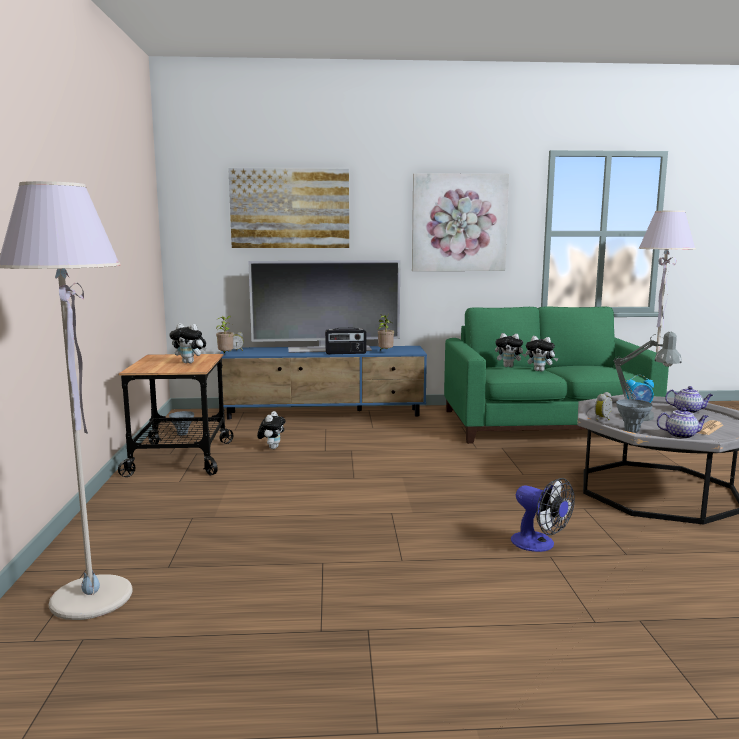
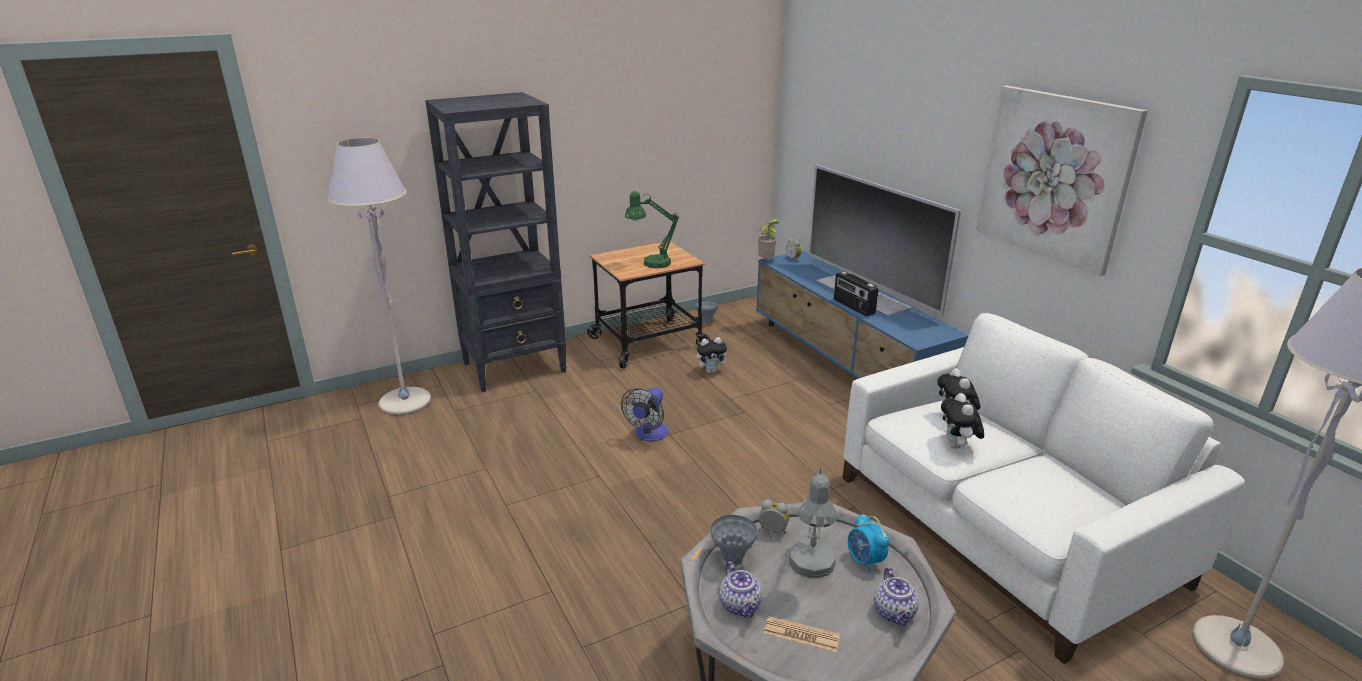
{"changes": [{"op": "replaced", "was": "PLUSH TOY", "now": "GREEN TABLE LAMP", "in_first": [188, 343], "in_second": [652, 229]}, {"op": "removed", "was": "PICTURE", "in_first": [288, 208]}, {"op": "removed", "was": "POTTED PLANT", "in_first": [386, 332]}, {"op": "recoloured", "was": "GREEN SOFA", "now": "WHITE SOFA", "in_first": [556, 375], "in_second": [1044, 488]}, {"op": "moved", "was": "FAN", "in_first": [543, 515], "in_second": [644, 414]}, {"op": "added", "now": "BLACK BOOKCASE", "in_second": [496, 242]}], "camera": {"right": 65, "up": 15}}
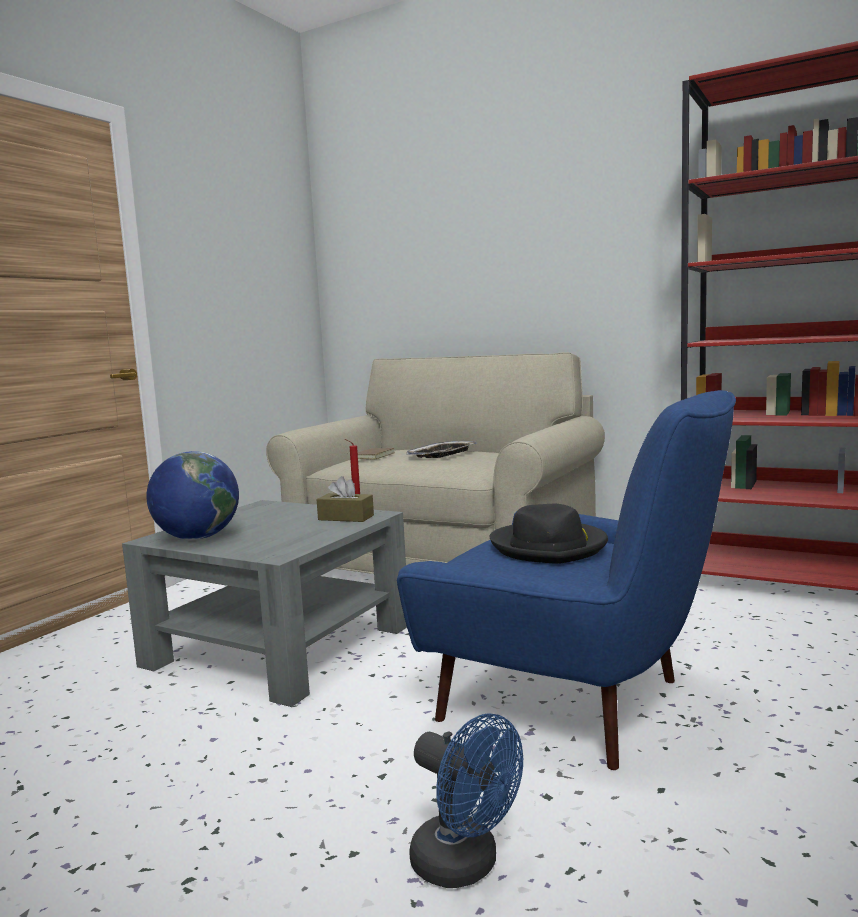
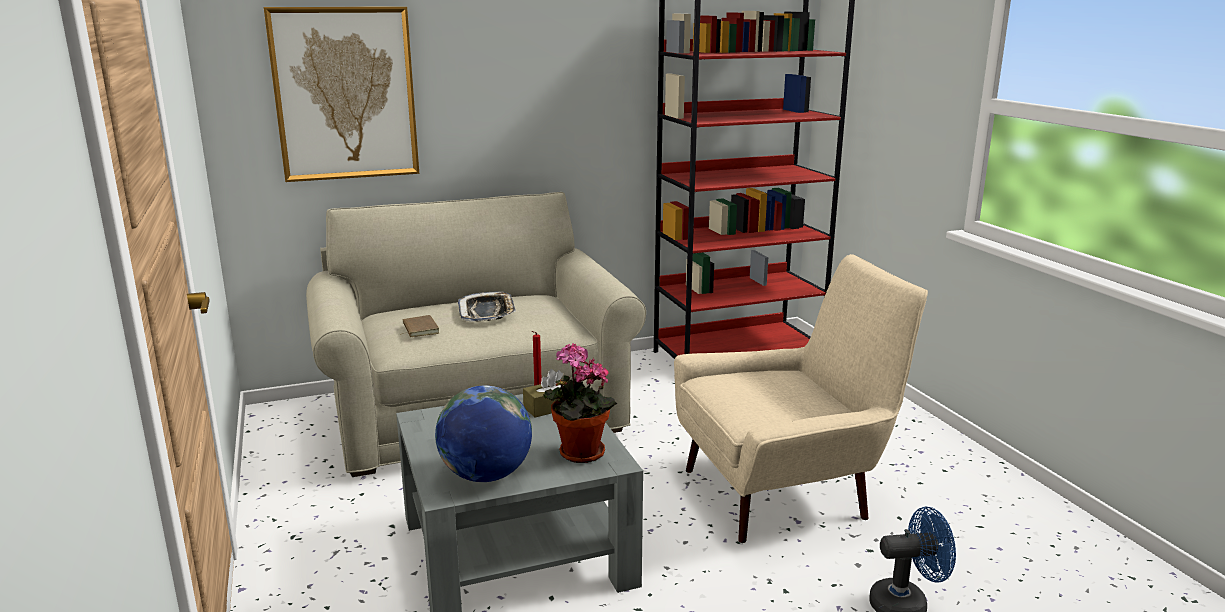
{"changes": [{"op": "recoloured", "was": "BLUE ARMCHAIR", "now": "BEIGE ARMCHAIR", "in_first": [566, 580], "in_second": [801, 398]}, {"op": "removed", "was": "BLACK HAT", "in_first": [549, 534]}, {"op": "added", "now": "PICTURE", "in_second": [341, 94]}, {"op": "added", "now": "POTTED PLANT", "in_second": [580, 403]}], "camera": {"right": -50, "up": 10}}
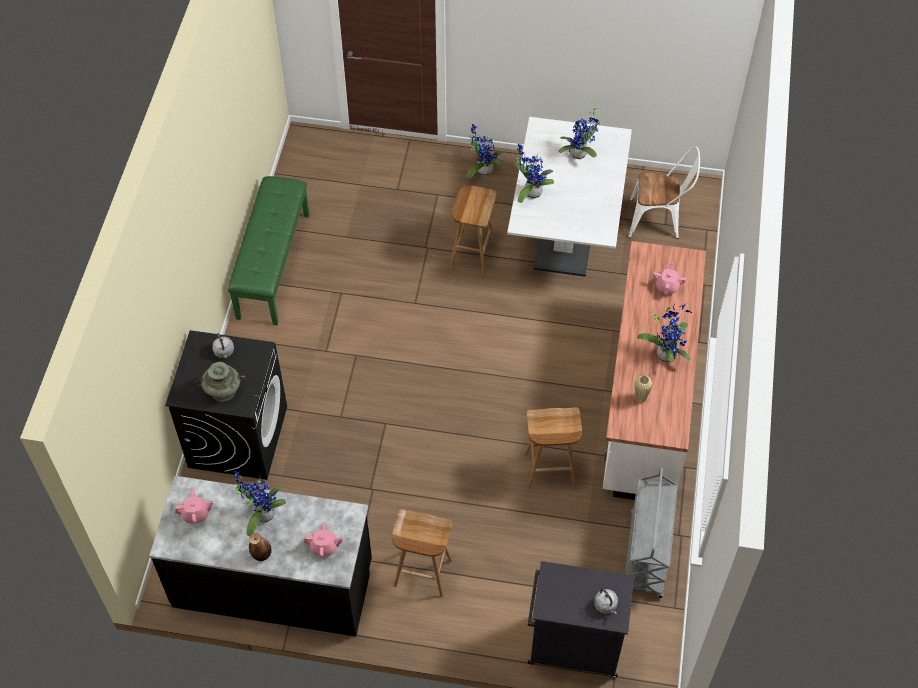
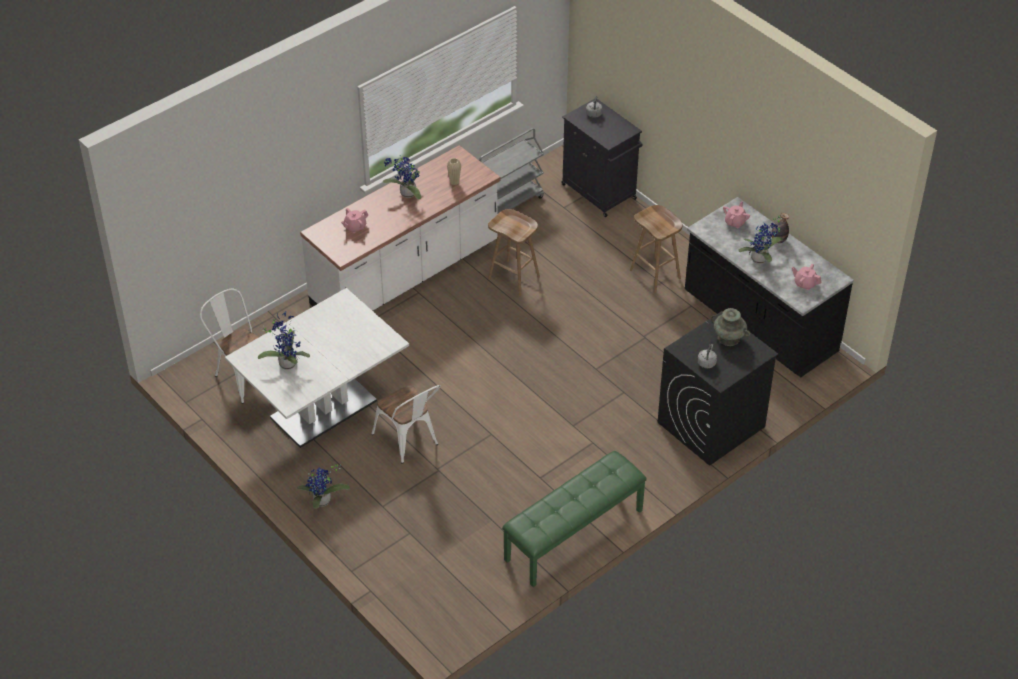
{"changes": [{"op": "turned", "was": "PINK TEAPOT", "in_first": [323, 539], "in_second": [736, 214], "clockwise": 75}, {"op": "replaced", "was": "BROWN STOOL", "now": "WHITE CHAIR", "in_first": [473, 230], "in_second": [406, 424]}, {"op": "removed", "was": "POTTED PLANT", "in_first": [534, 173]}], "camera": {"right": -140, "up": -10}}
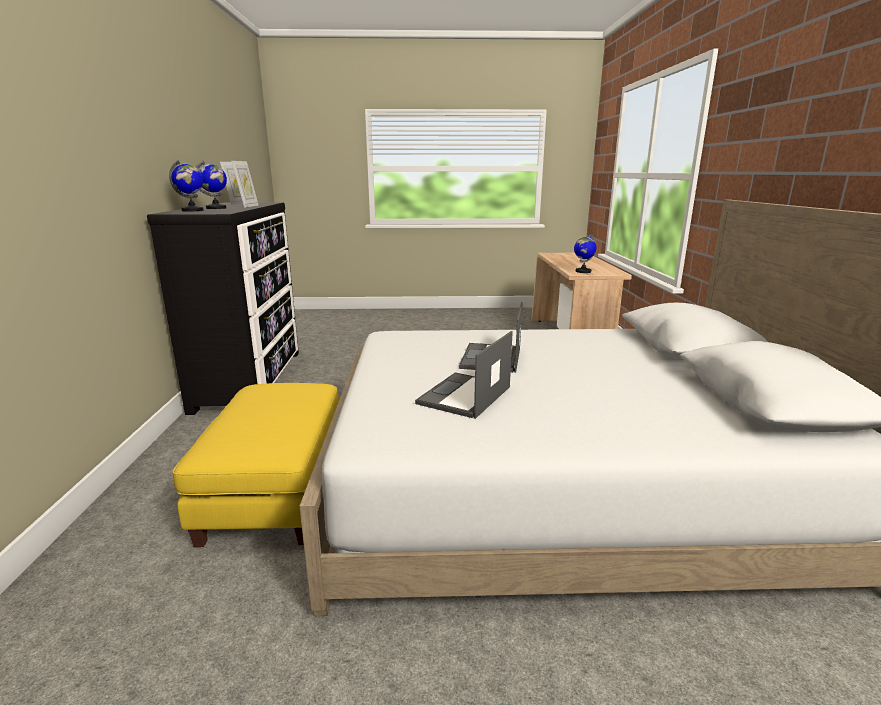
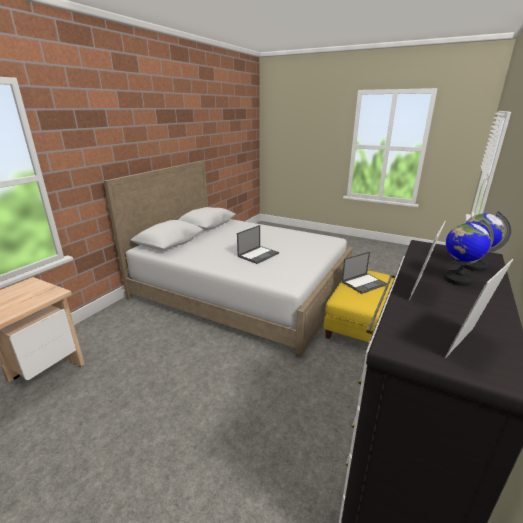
{"changes": [{"op": "moved", "was": "LAPTOP", "in_first": [464, 375], "in_second": [364, 273]}, {"op": "removed", "was": "GLOBE", "in_first": [585, 253]}], "camera": {"right": -150, "up": 5}}
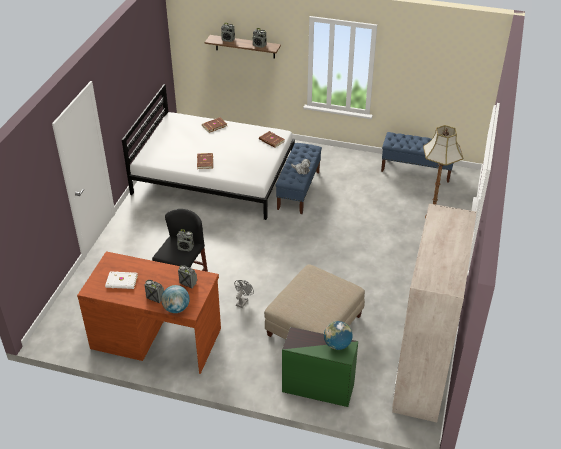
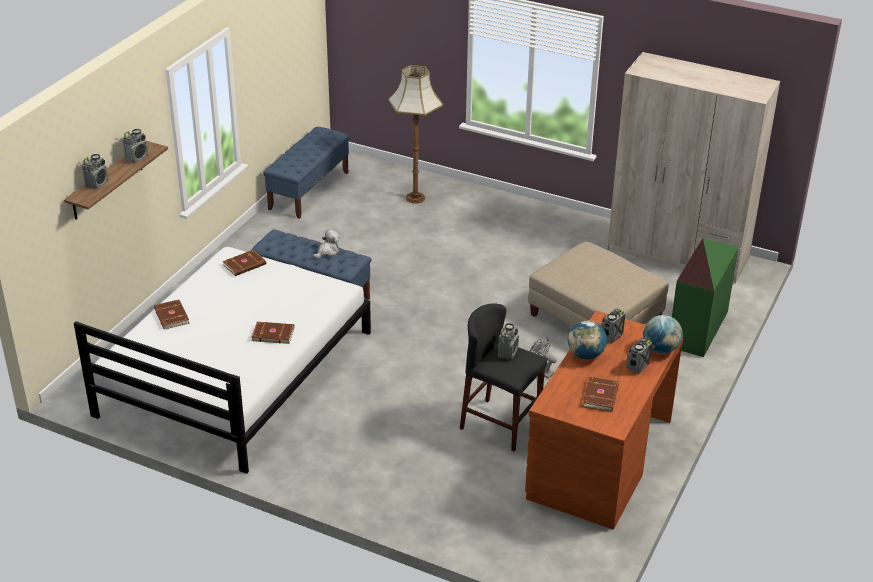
{"changes": [{"op": "recoloured", "was": "WHITE BOOK", "now": "BROWN BOOK", "in_first": [121, 280], "in_second": [601, 394]}, {"op": "moved", "was": "GLOBE", "in_first": [338, 335], "in_second": [587, 339]}], "camera": {"right": -80, "up": -5}}
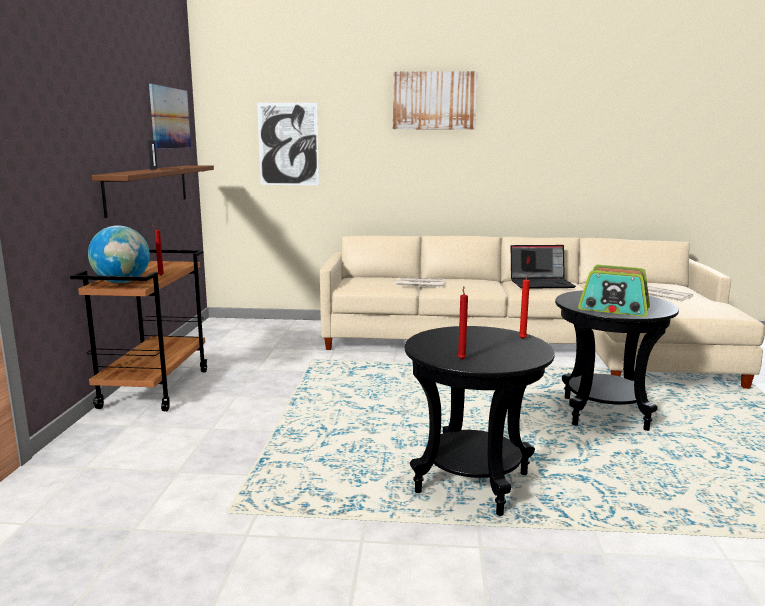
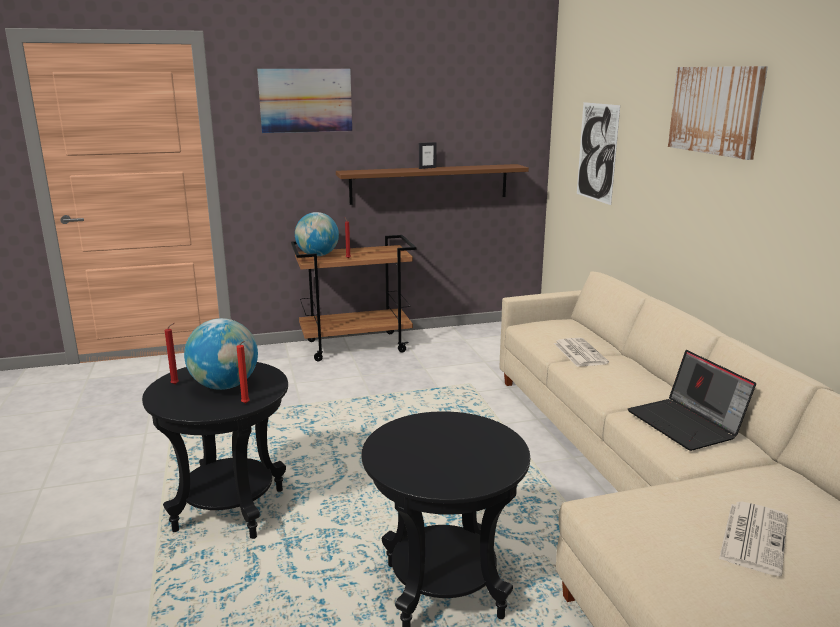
{"changes": [{"op": "moved", "was": "PICTURE", "in_first": [170, 116], "in_second": [304, 101]}, {"op": "removed", "was": "RADIO", "in_first": [614, 290]}, {"op": "added", "now": "GLOBE", "in_second": [221, 354]}], "camera": {"right": 70, "up": 5}}
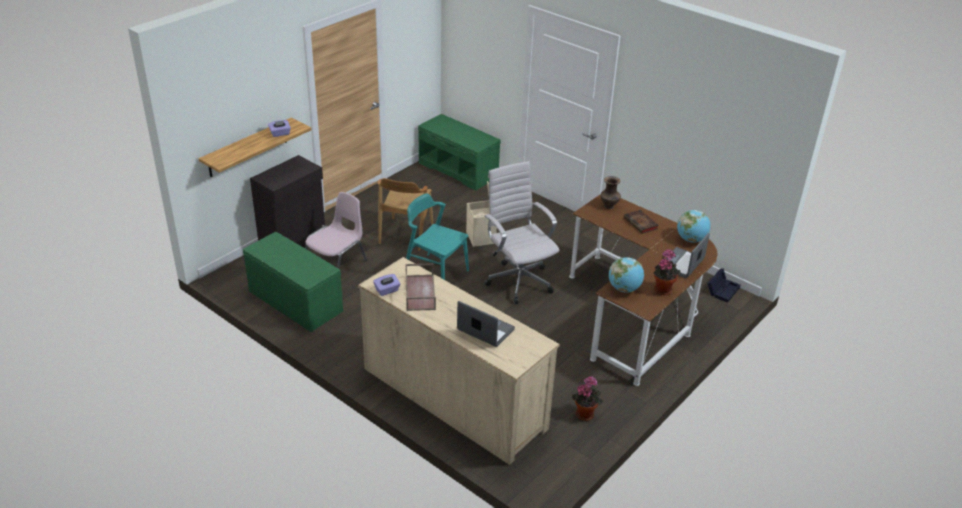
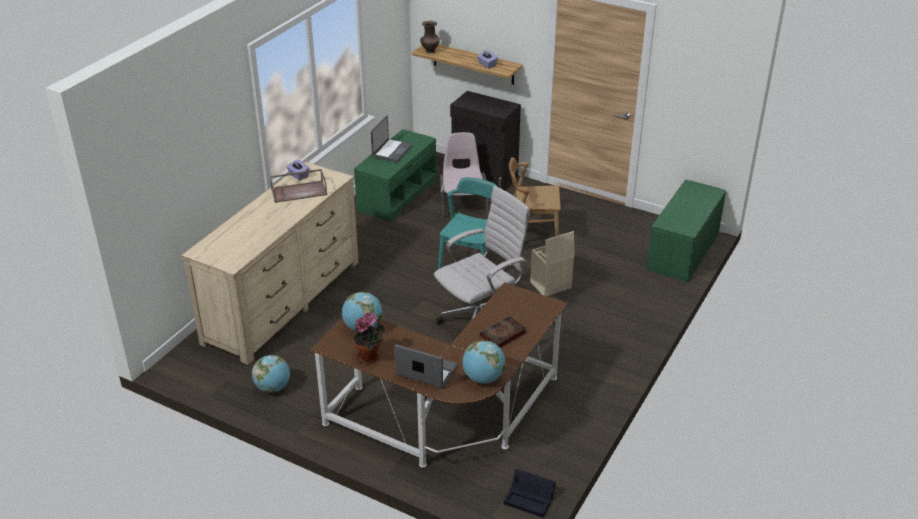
{"changes": [{"op": "turned", "was": "PINK CHAIR", "in_first": [336, 230], "in_second": [464, 176], "clockwise": -120}, {"op": "moved", "was": "LAPTOP", "in_first": [486, 324], "in_second": [392, 138]}, {"op": "replaced", "was": "POTTED PLANT", "now": "GLOBE", "in_first": [587, 398], "in_second": [271, 374]}, {"op": "moved", "was": "BROWN VASE", "in_first": [611, 192], "in_second": [430, 37]}], "camera": {"right": 80, "up": 0}}
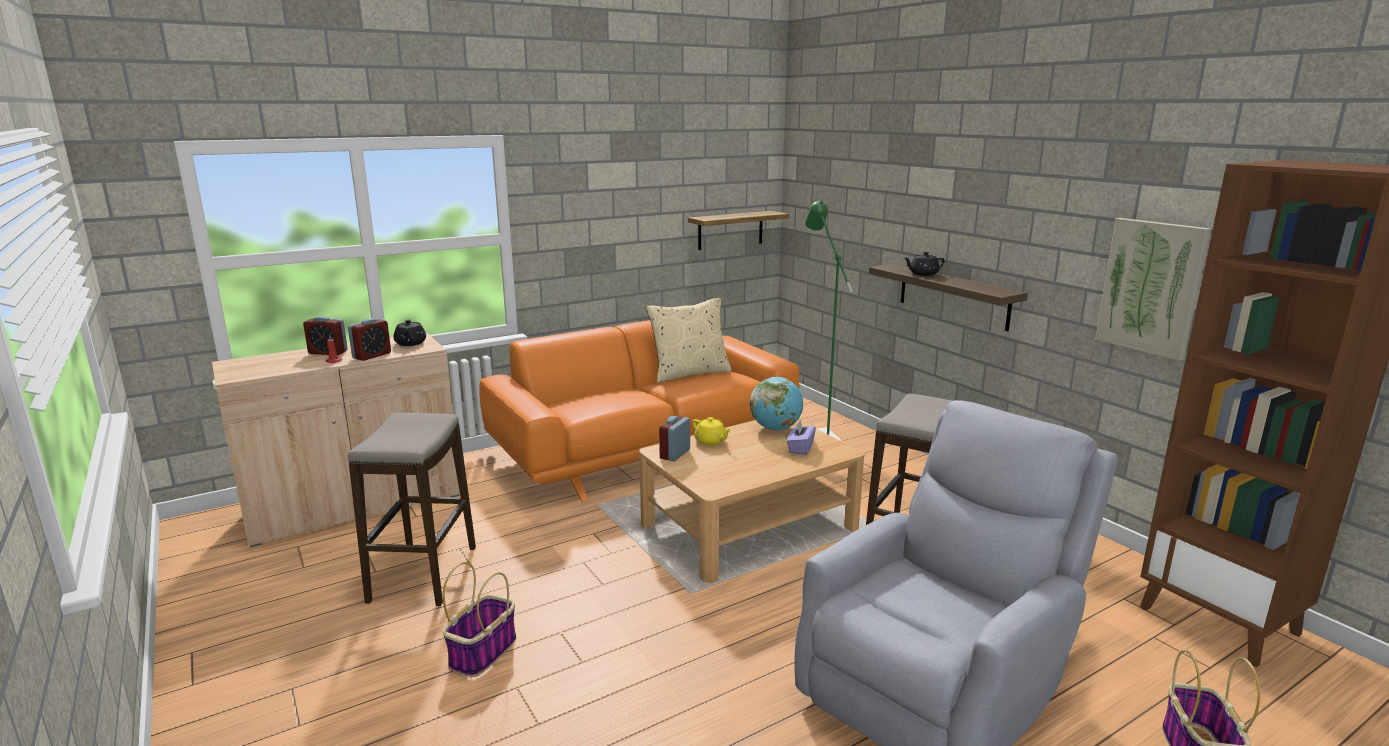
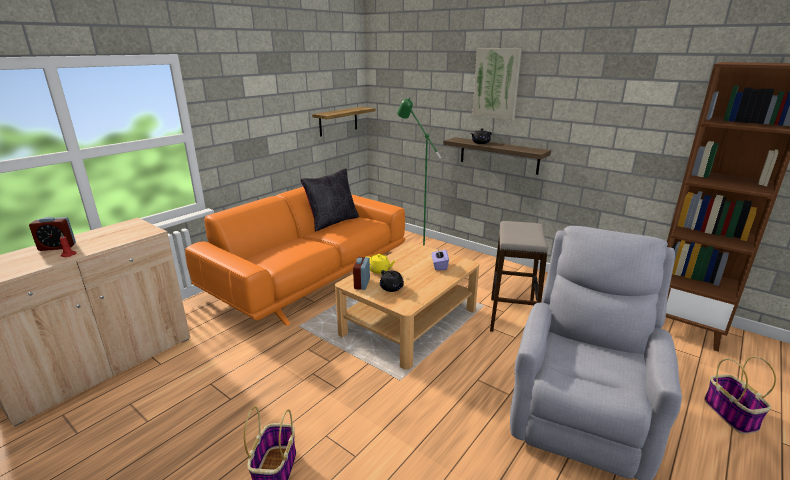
{"changes": [{"op": "removed", "was": "ALARM CLOCK", "in_first": [369, 339]}, {"op": "removed", "was": "STOOL", "in_first": [412, 509]}, {"op": "moved", "was": "BLACK TEAPOT", "in_first": [410, 333], "in_second": [392, 281]}, {"op": "recoloured", "was": "BEIGE PILLOW", "now": "BLACK PILLOW", "in_first": [689, 340], "in_second": [330, 200]}, {"op": "removed", "was": "GLOBE", "in_first": [776, 404]}, {"op": "moved", "was": "PICTURE", "in_first": [1153, 289], "in_second": [497, 84]}], "camera": {"right": -20, "up": 5}}
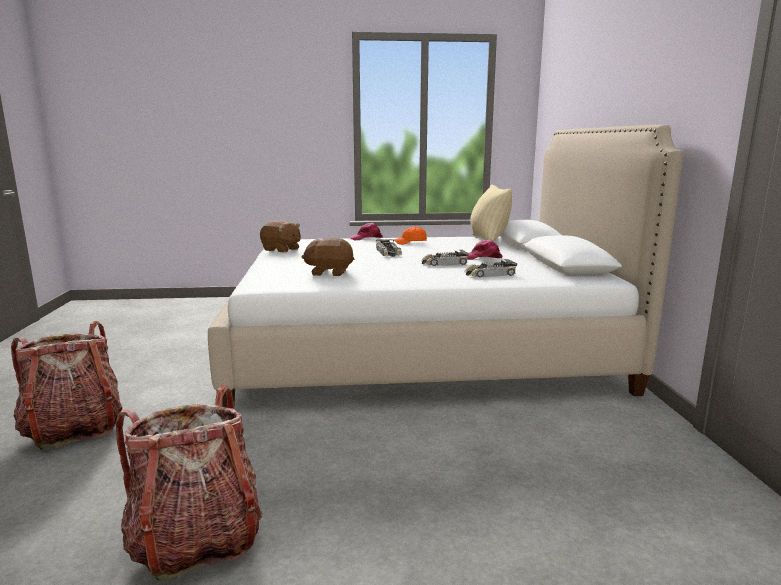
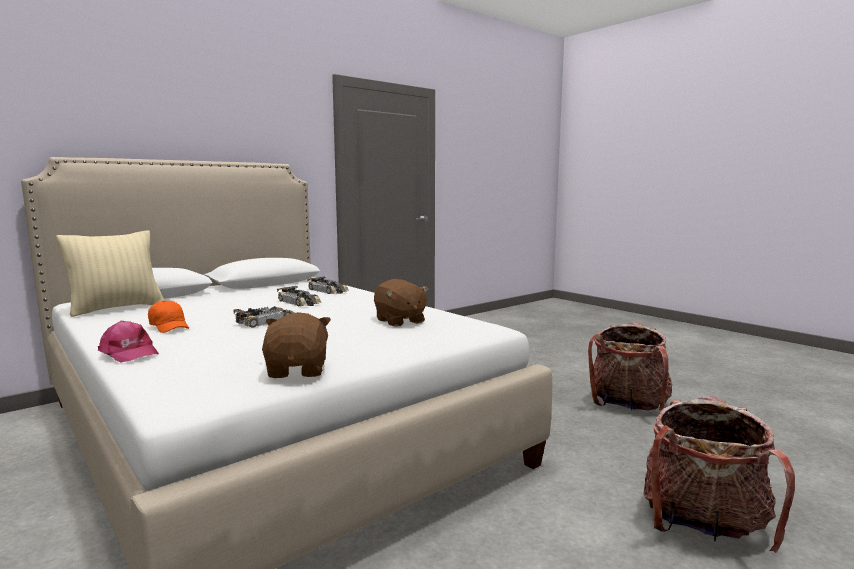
{"changes": [{"op": "removed", "was": "PINK CAP", "in_first": [483, 249]}], "camera": {"right": -125, "up": -5}}
